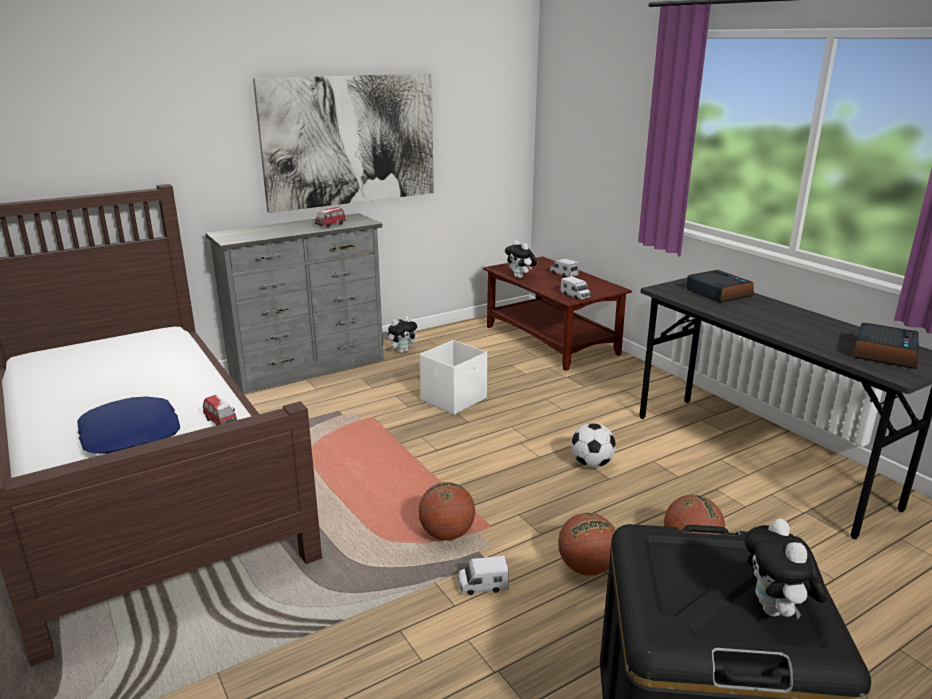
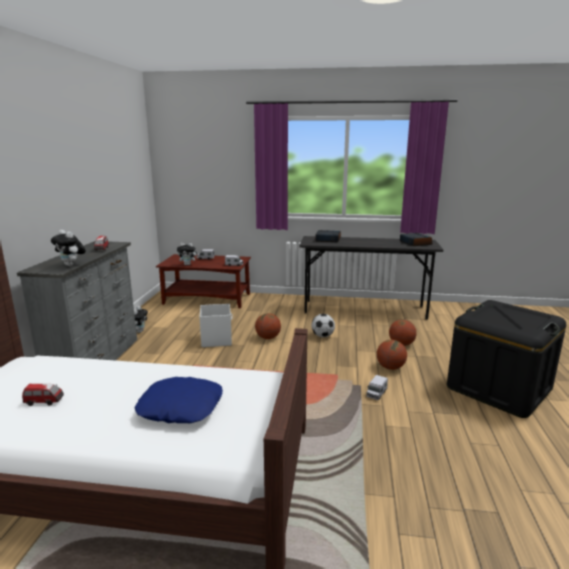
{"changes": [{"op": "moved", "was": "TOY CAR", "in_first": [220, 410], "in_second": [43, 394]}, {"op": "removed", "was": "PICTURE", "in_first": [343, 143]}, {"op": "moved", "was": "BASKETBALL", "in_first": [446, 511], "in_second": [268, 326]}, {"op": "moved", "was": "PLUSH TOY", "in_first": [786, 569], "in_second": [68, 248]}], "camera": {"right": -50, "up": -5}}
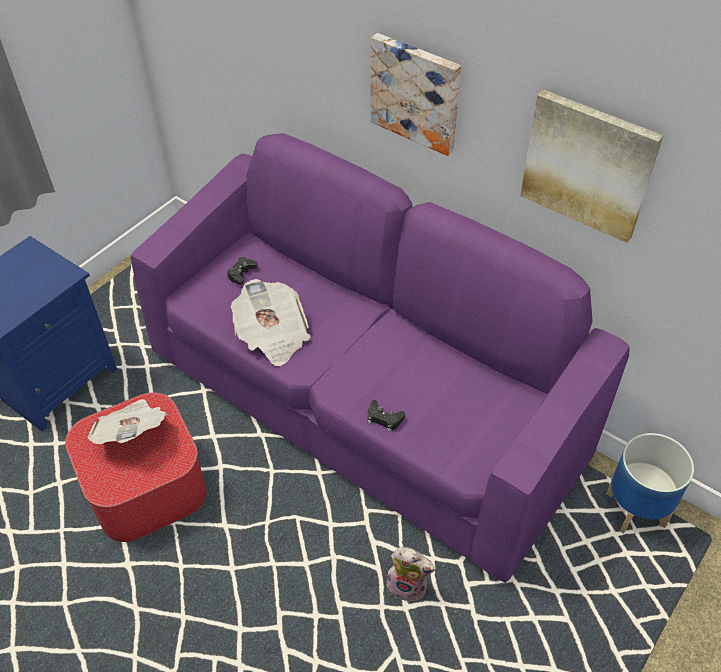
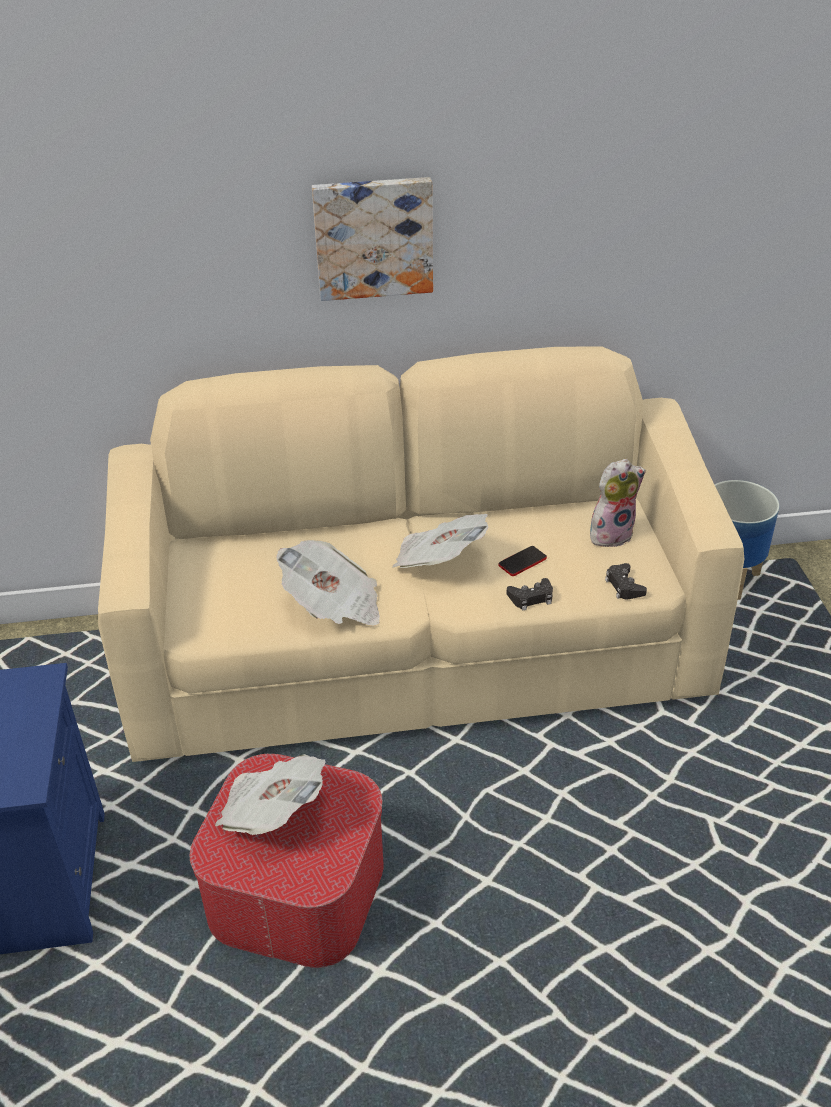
{"changes": [{"op": "recoloured", "was": "PURPLE SOFA", "now": "BEIGE SOFA", "in_first": [380, 358], "in_second": [421, 554]}, {"op": "moved", "was": "BLACK GAME CONTROLLER", "in_first": [242, 271], "in_second": [626, 581]}, {"op": "moved", "was": "PLUSH TOY", "in_first": [409, 574], "in_second": [618, 503]}, {"op": "removed", "was": "PICTURE", "in_first": [592, 166]}, {"op": "added", "now": "NEWSPAPER", "in_second": [440, 541]}, {"op": "added", "now": "PHONE", "in_second": [522, 561]}], "camera": {"right": -45, "up": -10}}
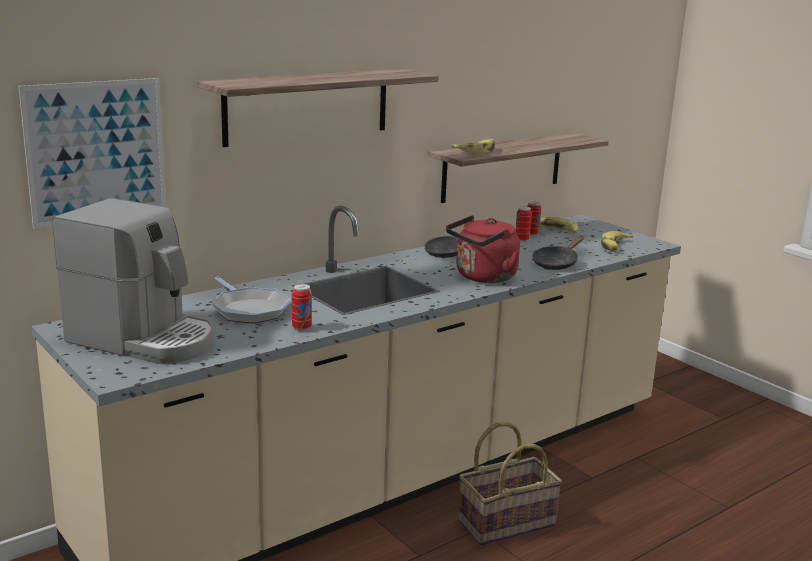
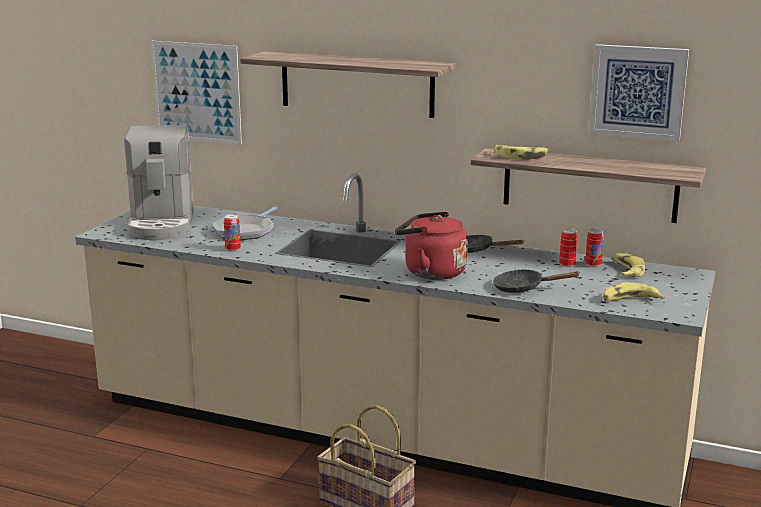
{"changes": [{"op": "added", "now": "PICTURE", "in_second": [639, 92]}], "camera": {"right": 60, "up": 0}}
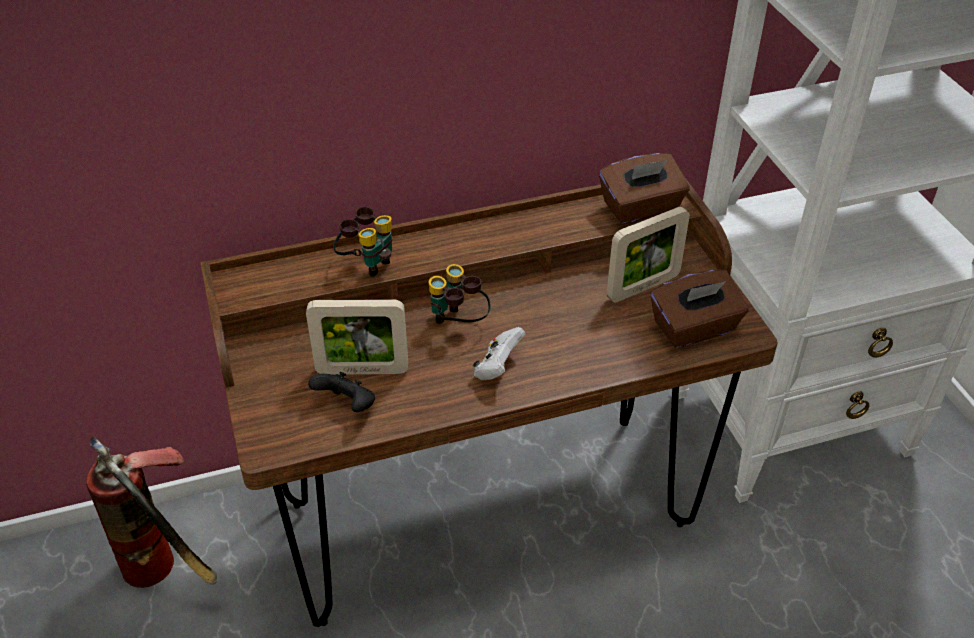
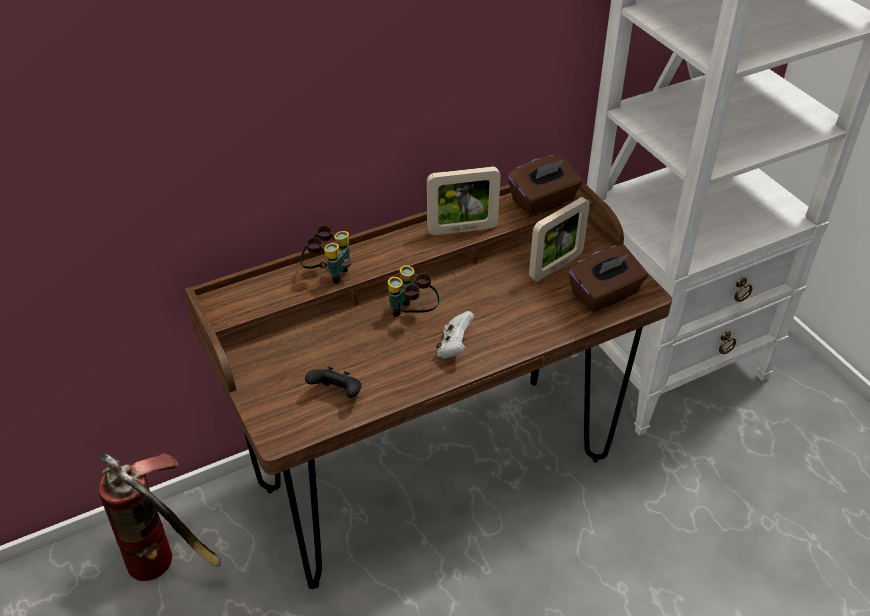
{"changes": [{"op": "moved", "was": "PICTURE FRAME", "in_first": [357, 337], "in_second": [464, 201]}], "camera": {"right": -10, "up": 0}}
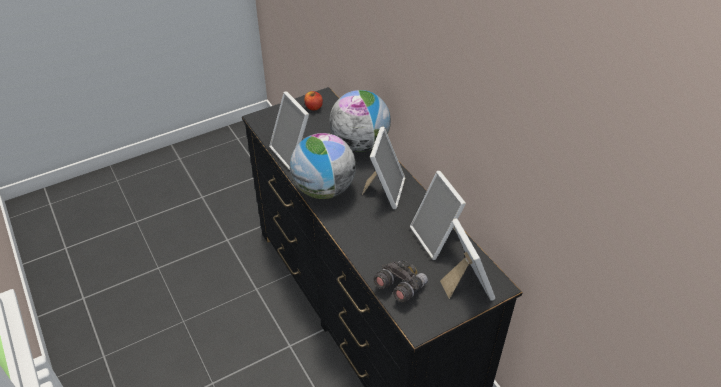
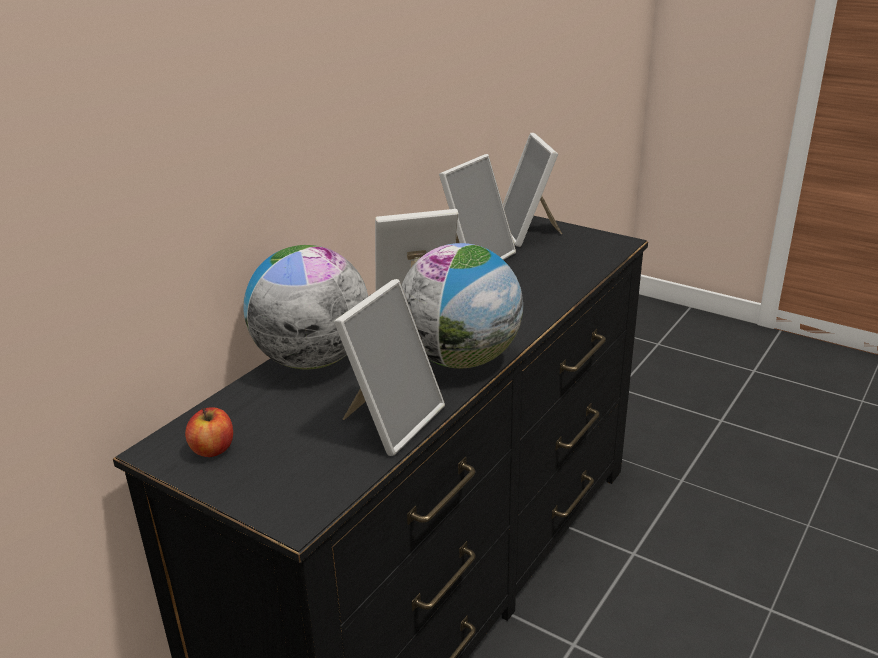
{"changes": [{"op": "removed", "was": "GREY BINOCULARS", "in_first": [401, 280]}, {"op": "turned", "was": "PICTURE FRAME", "in_first": [467, 259], "in_second": [532, 190], "clockwise": -60}], "camera": {"right": -115, "up": -15}}
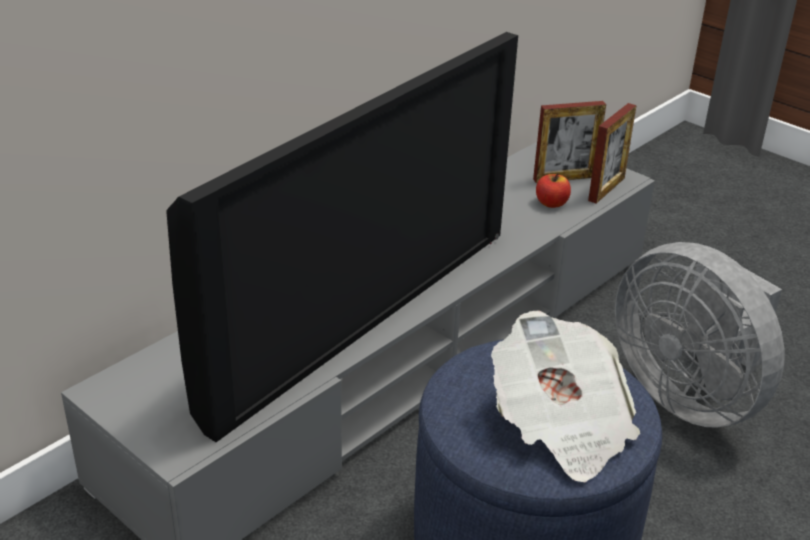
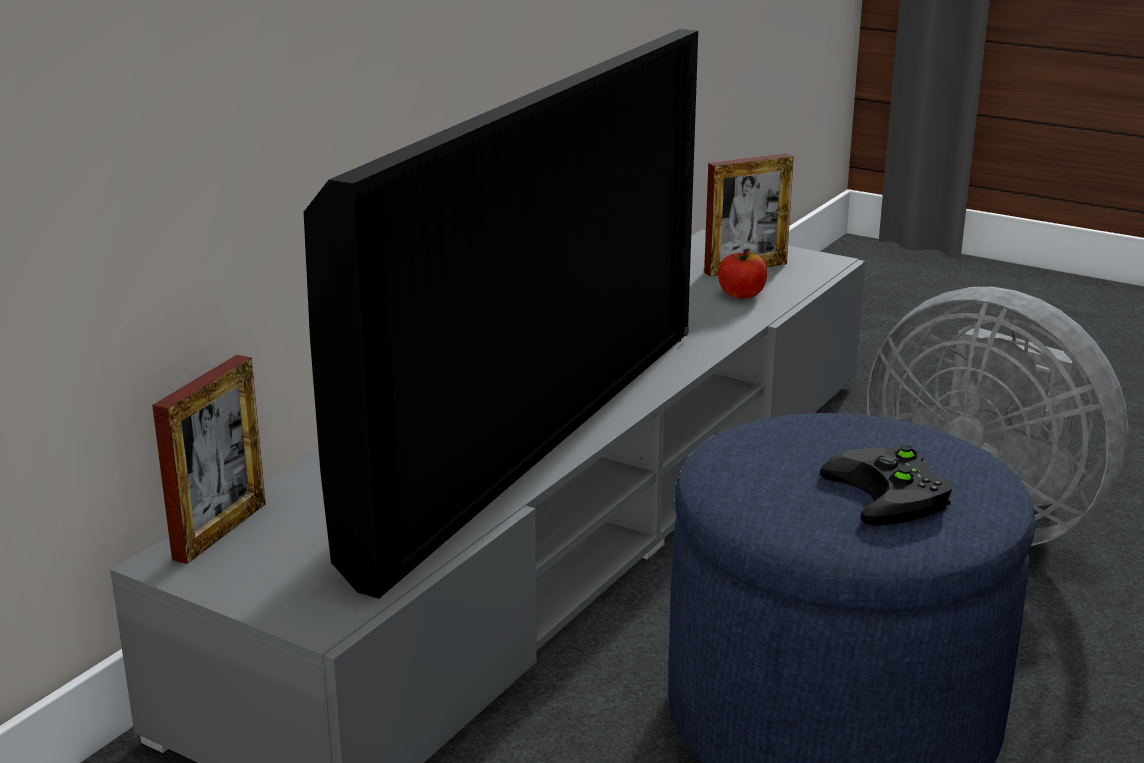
{"changes": [{"op": "replaced", "was": "NEWSPAPER", "now": "BLACK GAME CONTROLLER", "in_first": [565, 396], "in_second": [886, 485]}, {"op": "moved", "was": "PICTURE FRAME", "in_first": [612, 153], "in_second": [209, 459]}], "camera": {"right": -10, "up": -10}}
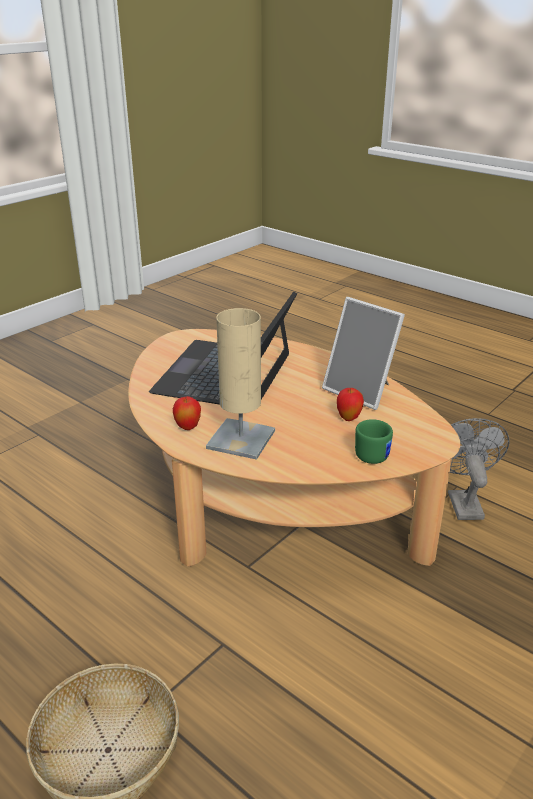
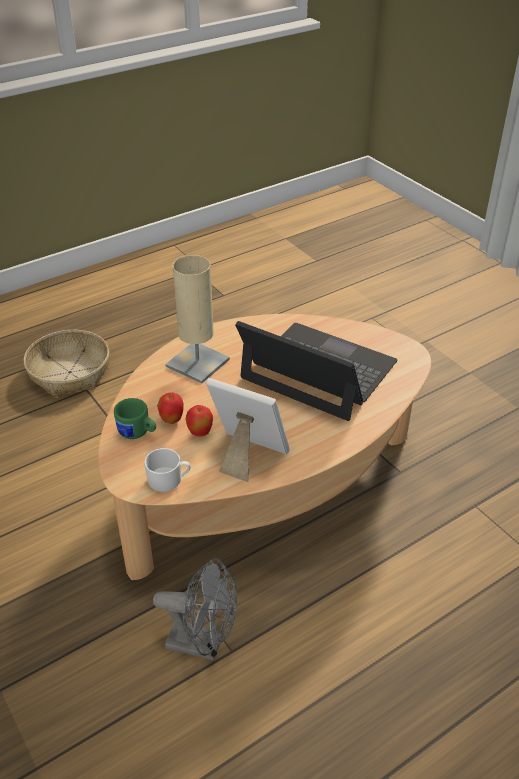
{"changes": [{"op": "moved", "was": "APPLE", "in_first": [187, 413], "in_second": [170, 408]}, {"op": "turned", "was": "PICTURE FRAME", "in_first": [363, 353], "in_second": [248, 430], "clockwise": 60}, {"op": "added", "now": "WHITE MUG", "in_second": [167, 470]}], "camera": {"right": 105, "up": 10}}
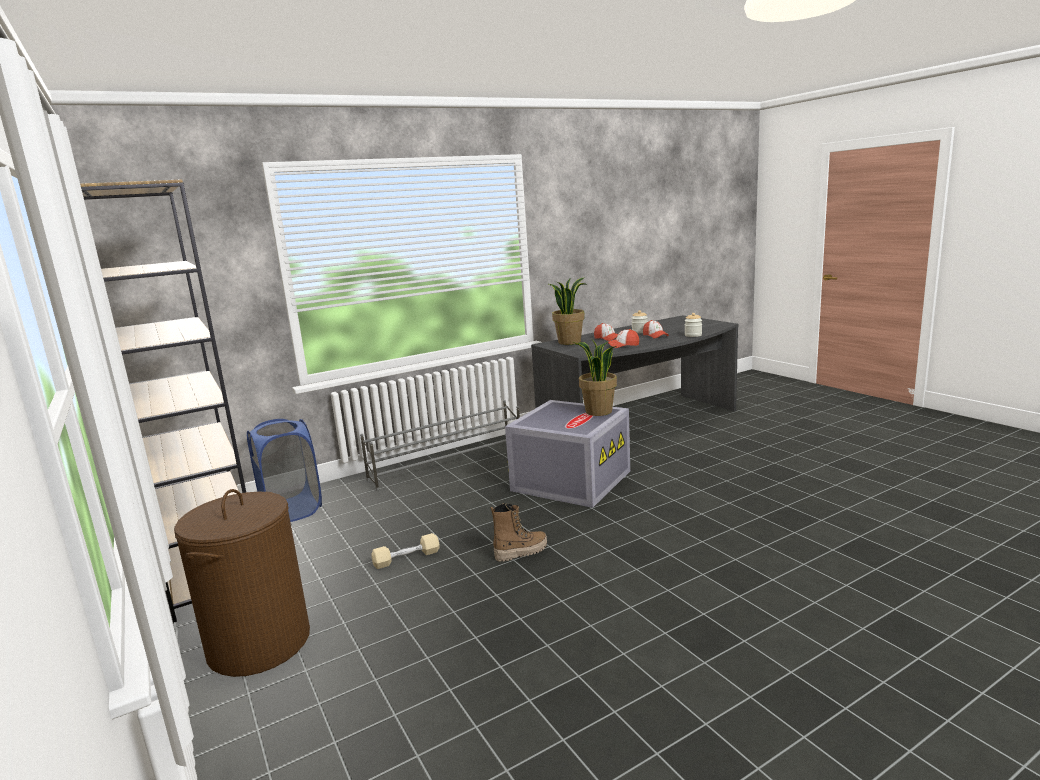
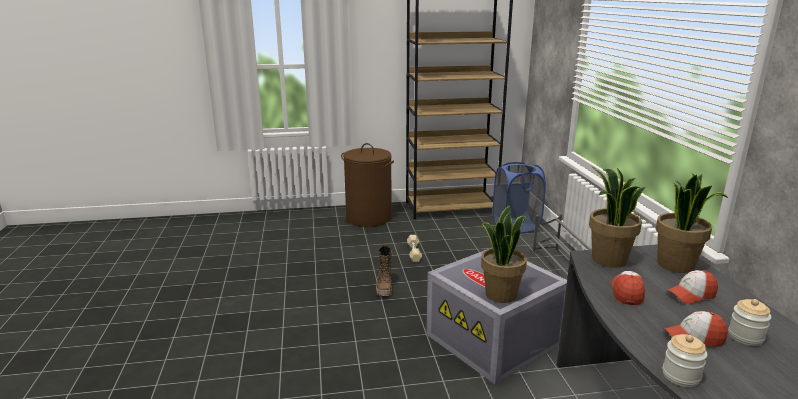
{"changes": [{"op": "added", "now": "POTTED PLANT", "in_second": [617, 217]}], "camera": {"right": 110, "up": 5}}
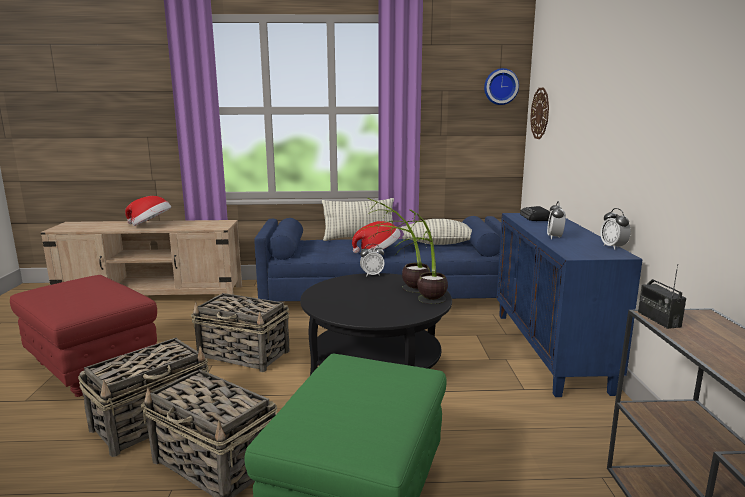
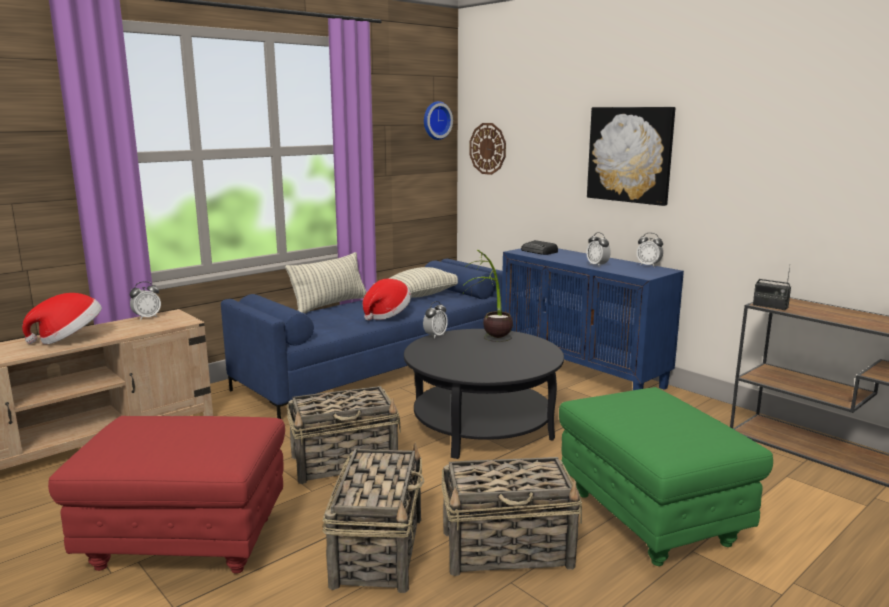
{"changes": [{"op": "removed", "was": "POTTED PLANT", "in_first": [421, 256]}, {"op": "added", "now": "ALARM CLOCK", "in_second": [145, 300]}, {"op": "added", "now": "PICTURE", "in_second": [631, 156]}], "camera": {"right": -40, "up": 0}}
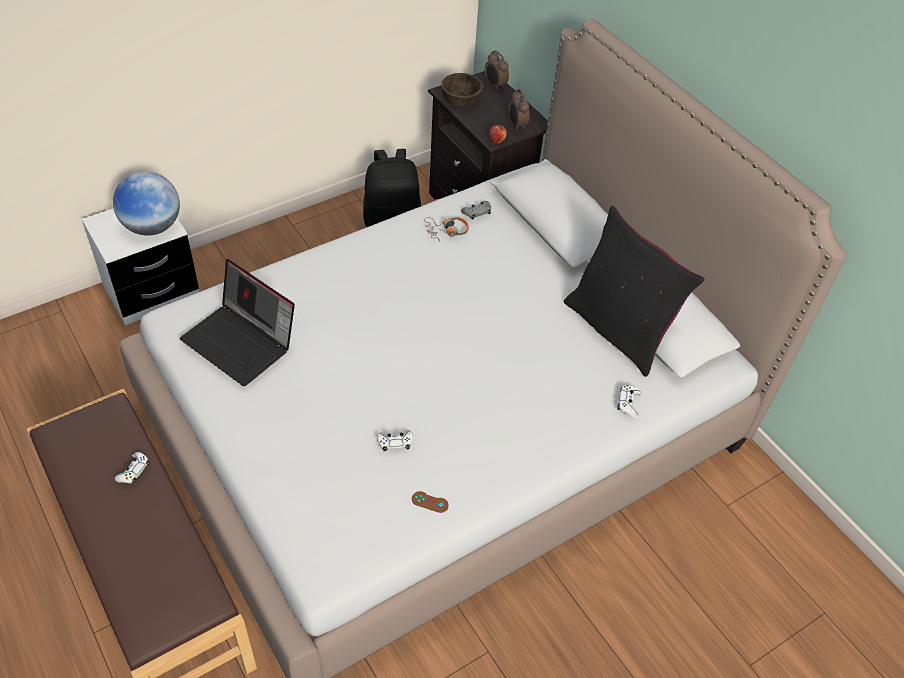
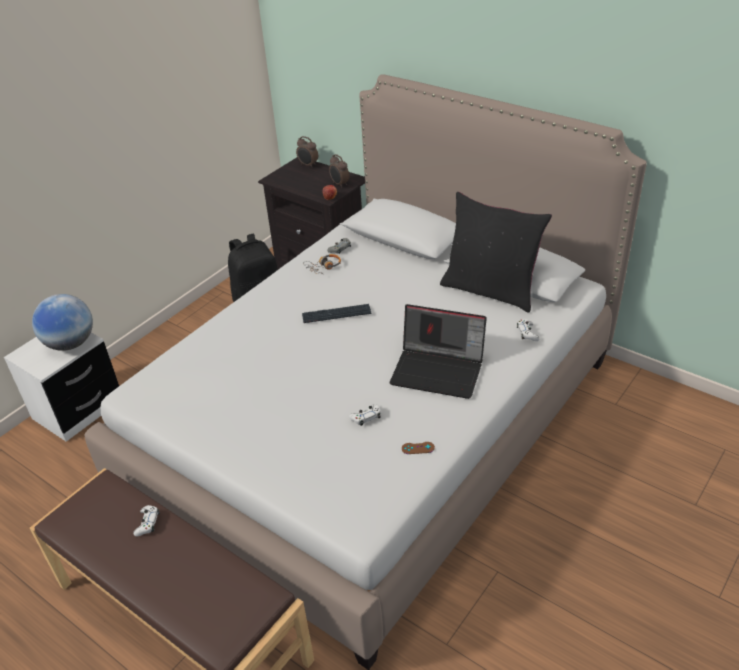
{"changes": [{"op": "moved", "was": "LAPTOP", "in_first": [237, 322], "in_second": [438, 351]}, {"op": "removed", "was": "BROWN BOWL", "in_first": [462, 90]}, {"op": "added", "now": "KEYBOARD", "in_second": [337, 313]}], "camera": {"right": -15, "up": -10}}
